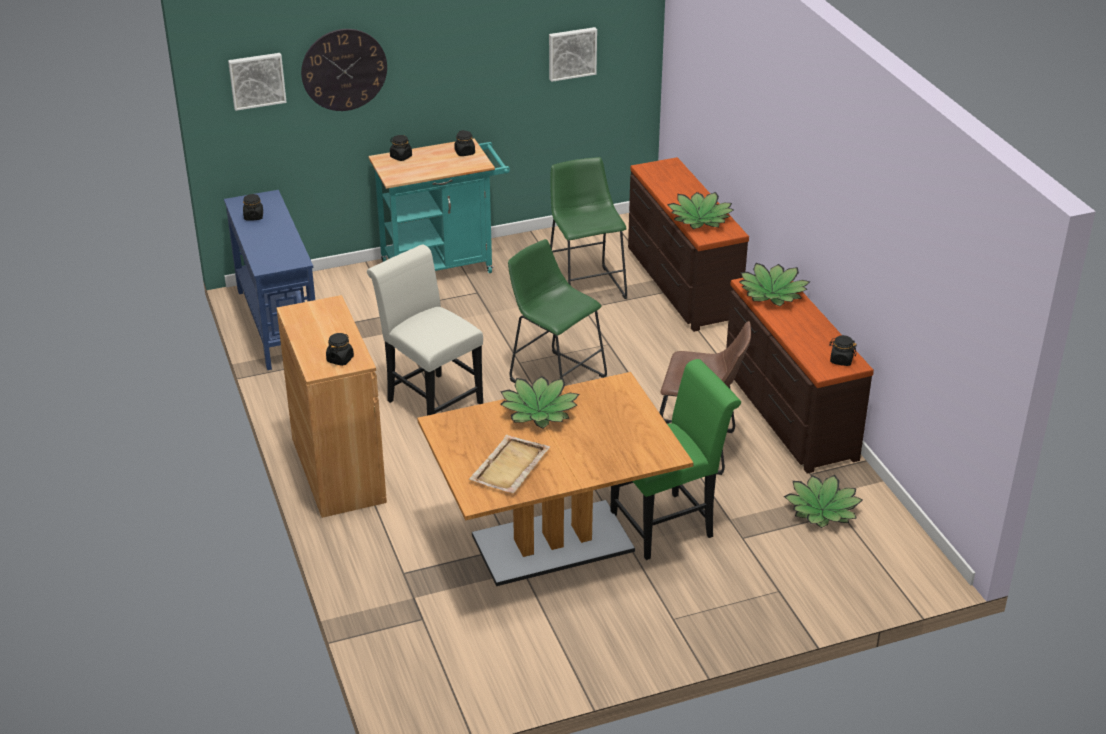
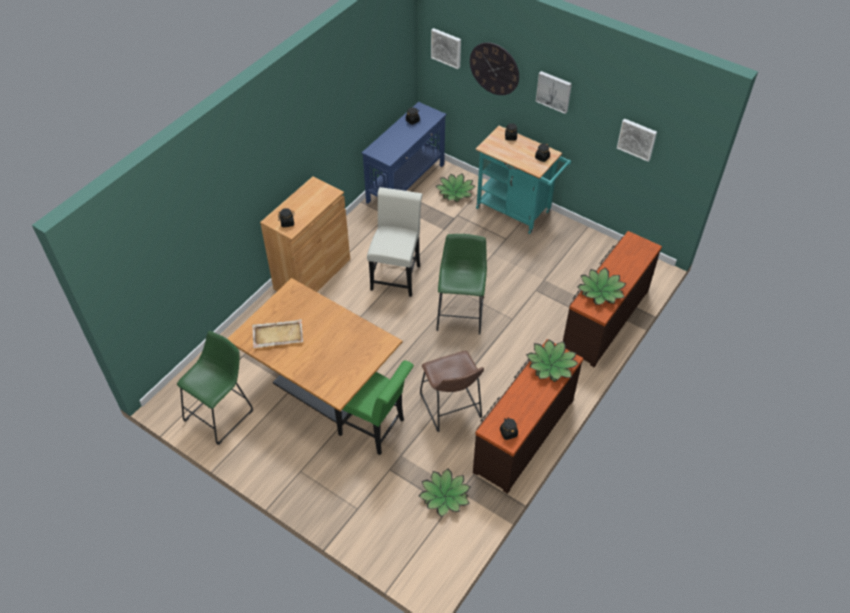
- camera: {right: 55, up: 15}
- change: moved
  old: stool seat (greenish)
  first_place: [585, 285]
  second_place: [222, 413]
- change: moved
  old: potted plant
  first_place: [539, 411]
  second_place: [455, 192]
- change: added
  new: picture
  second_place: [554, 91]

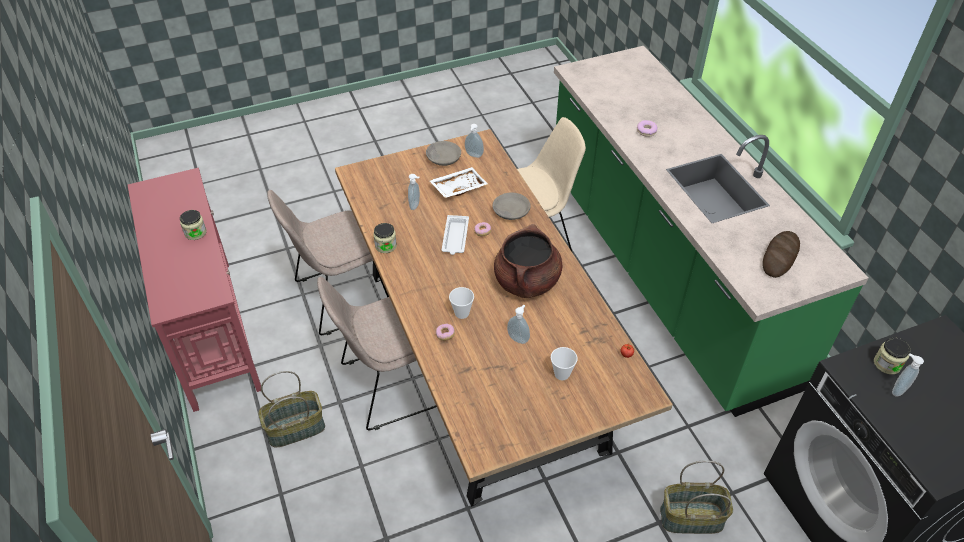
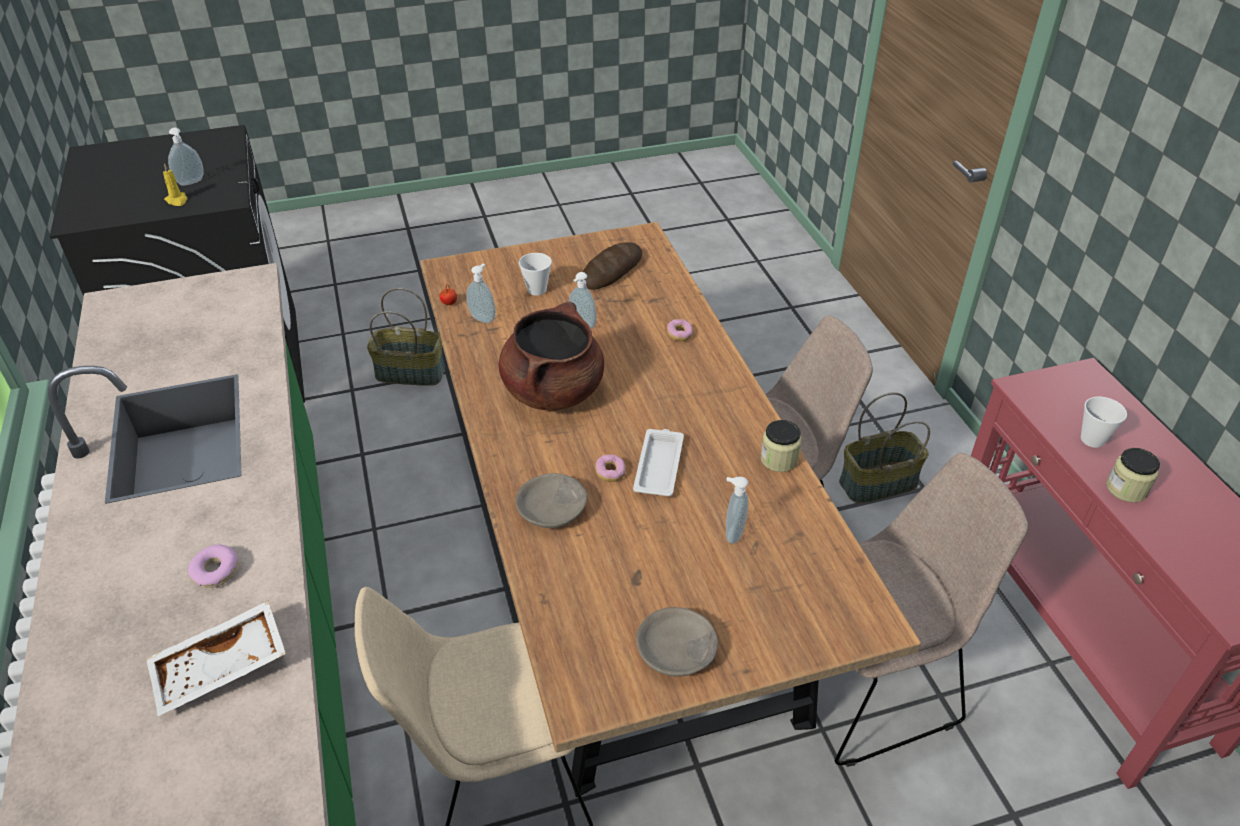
- camera: {right: -175, up: -5}
- change: moved
  old: carrying tray (whitish)
  first_place: [458, 187]
  second_place: [221, 669]
- change: replaced
  old: storage jar
  new: candle (yellow-coloured)
  first_place: [887, 364]
  second_place: [177, 200]
- change: moved
  old: soap bottle
  first_place: [473, 155]
  second_place: [483, 318]
- change: moved
  old: bread
  first_place: [780, 256]
  second_place: [612, 270]
- change: moved
  old: cup
  first_place: [462, 313]
  second_place: [1092, 439]

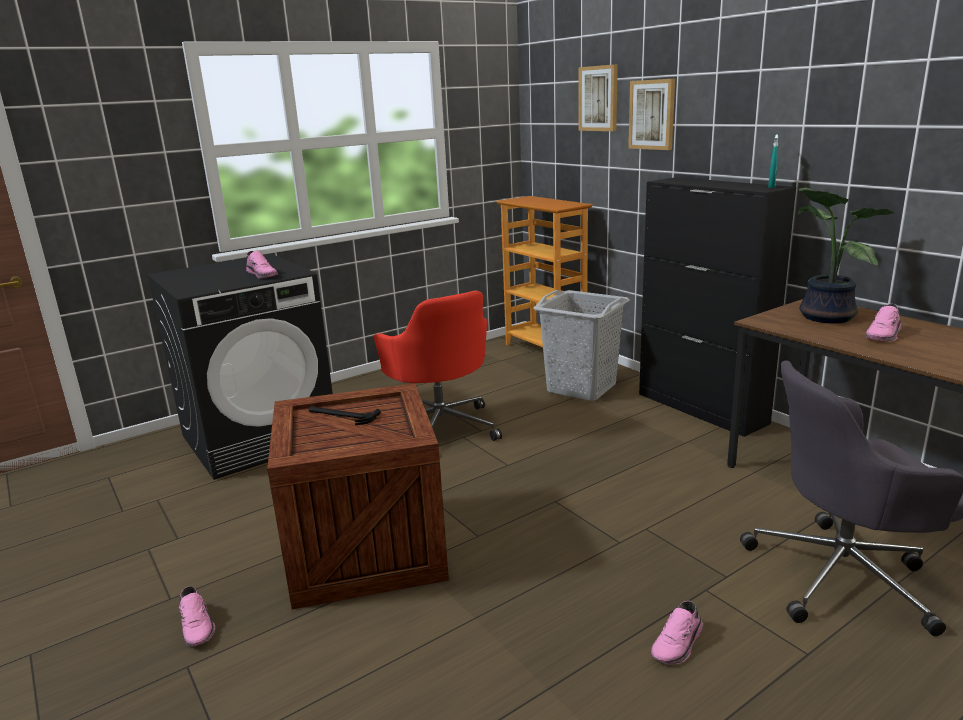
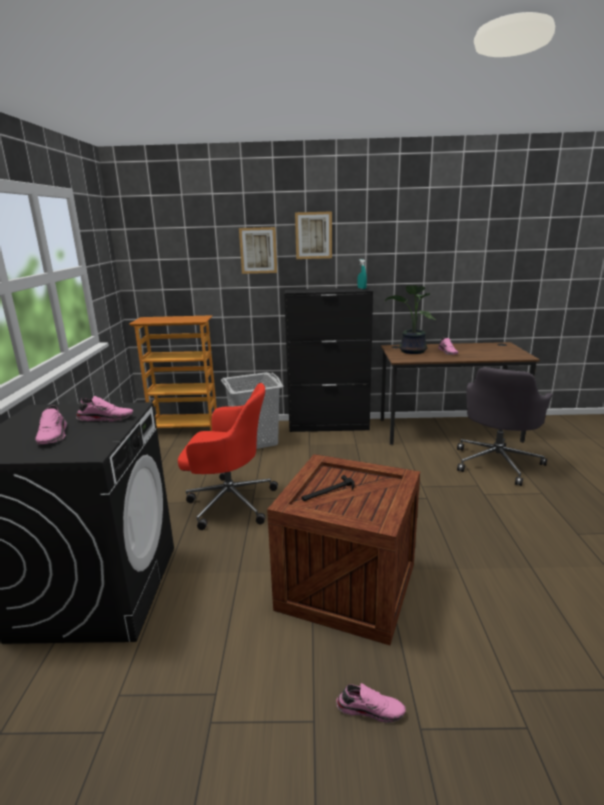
- camera: {right: -55, up: 0}
- change: moved
  old: low shoe (pink-coloured)
  first_place: [678, 644]
  second_place: [54, 435]
- change: moved
  old: picture
  first_place: [598, 98]
  second_place: [313, 235]

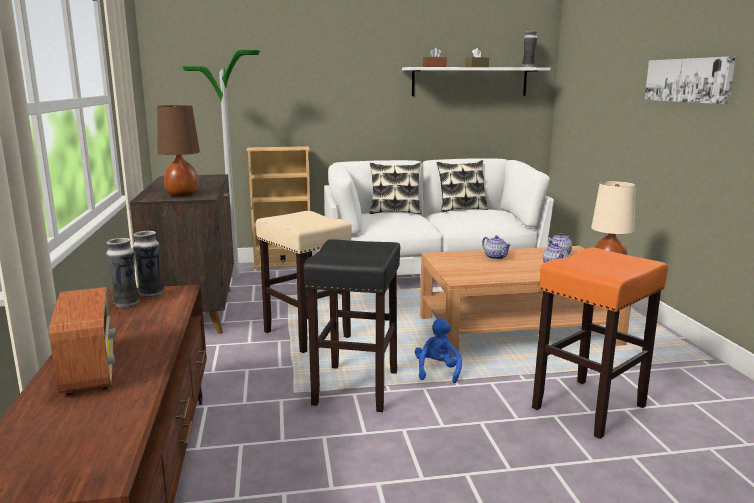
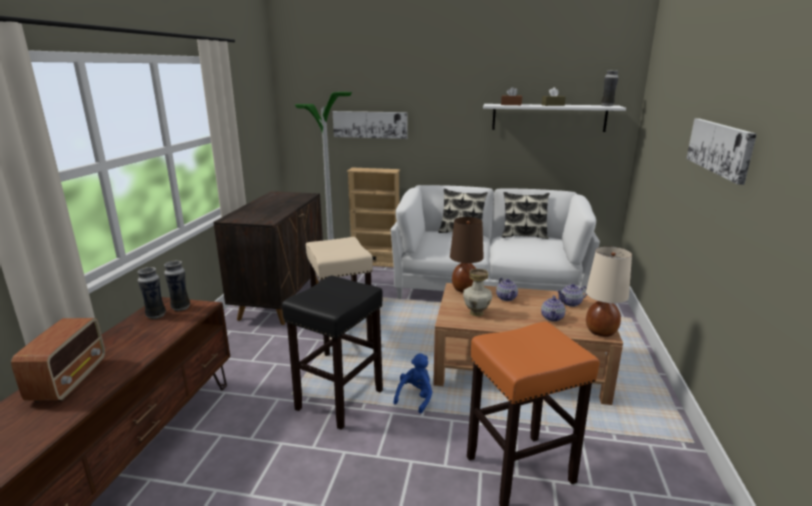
- camera: {right: 20, up: 5}
- change: added
  new: picture
  second_place: [370, 124]
- change: moved
  old: lamp for a table (brown-coloured)
  first_place: [182, 195]
  second_place: [464, 289]
- change: added
  new: vase
  second_place: [477, 313]

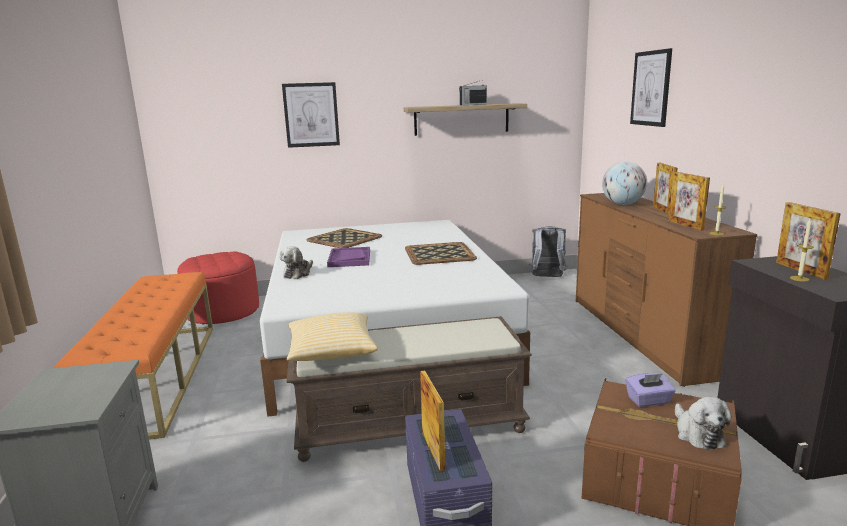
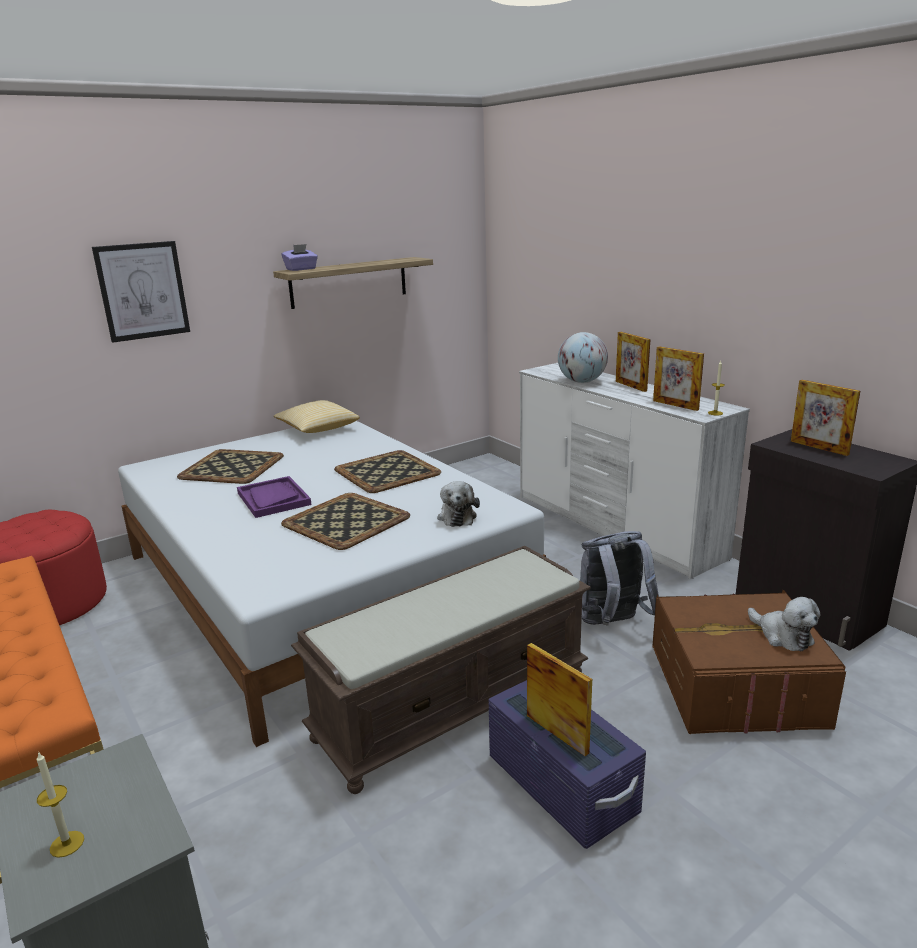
- camera: {right: -25, up: 5}
- change: moved
  old: candle
  first_place: [799, 278]
  second_place: [67, 844]
- change: moved
  old: pillow
  first_place: [331, 352]
  second_place: [317, 429]
- change: added
  new: carrying tray
  second_place: [346, 521]
- change: moved
  old: tissue holder (purple)
  first_place: [648, 401]
  second_place: [301, 269]
- change: moved
  old: soft toy
  first_place: [298, 273]
  second_place: [457, 516]
- change: recoloured
  old: drawer chest (brown-coloured)
  new: drawer chest (whitish)
  first_place: [641, 335]
  second_place: [615, 526]
- change: moved
  old: knapsack (grey)
  first_place: [547, 277]
  second_place: [612, 623]
- change: removed
  old: radio
  first_place: [472, 104]
- change: removed
  old: picture
  first_place: [651, 88]

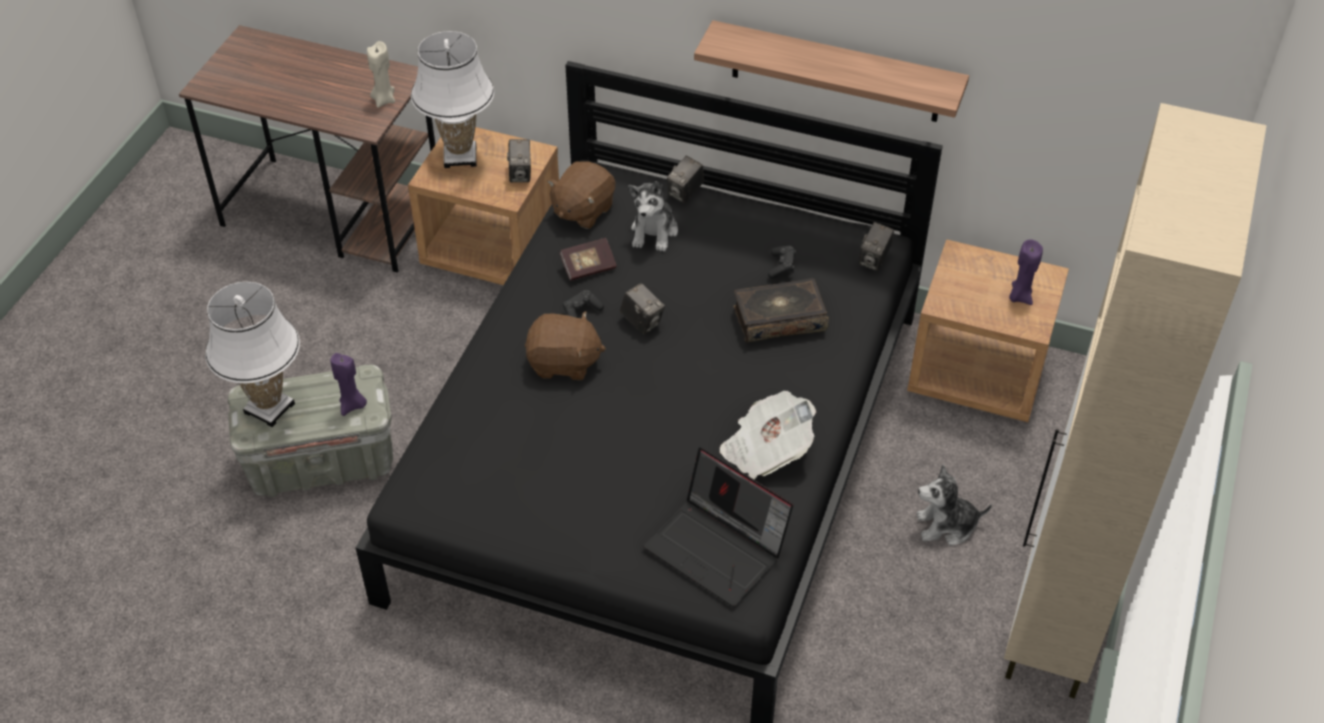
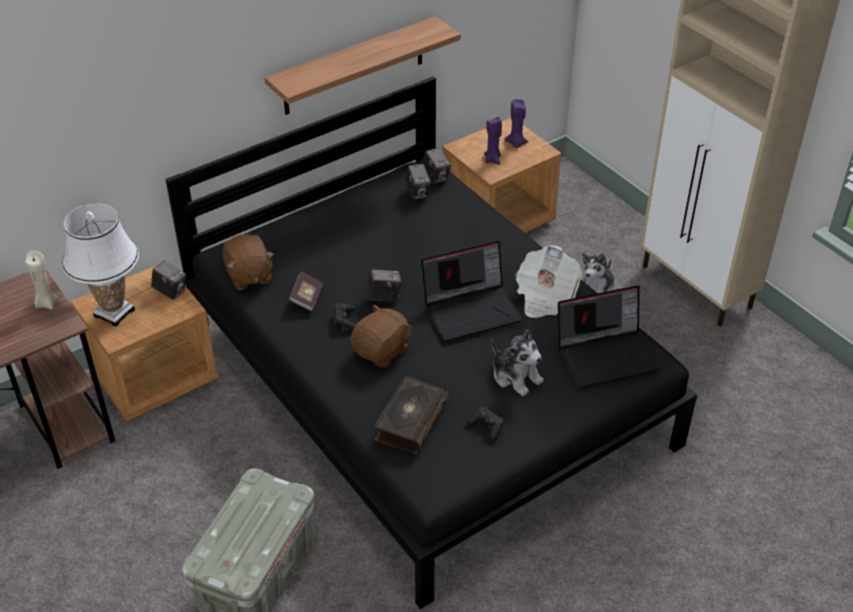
- camera: {right: -55, up: -5}
- change: moved
  old: bound book
  first_place: [779, 318]
  second_place: [410, 422]
- change: moved
  old: still camera
  first_place: [685, 193]
  second_place: [417, 193]
- change: added
  new: portable computer
  second_place: [472, 309]
- change: moved
  old: game controller (black-coloured)
  first_place: [781, 267]
  second_place: [486, 427]
- change: moved
  old: candle (purple)
  first_place: [352, 405]
  second_place: [493, 160]
- change: moved
  old: soft toy
  first_place: [654, 232]
  second_place: [516, 376]
- change: removed
  old: lamp for a table (whitish)
  first_place: [269, 408]

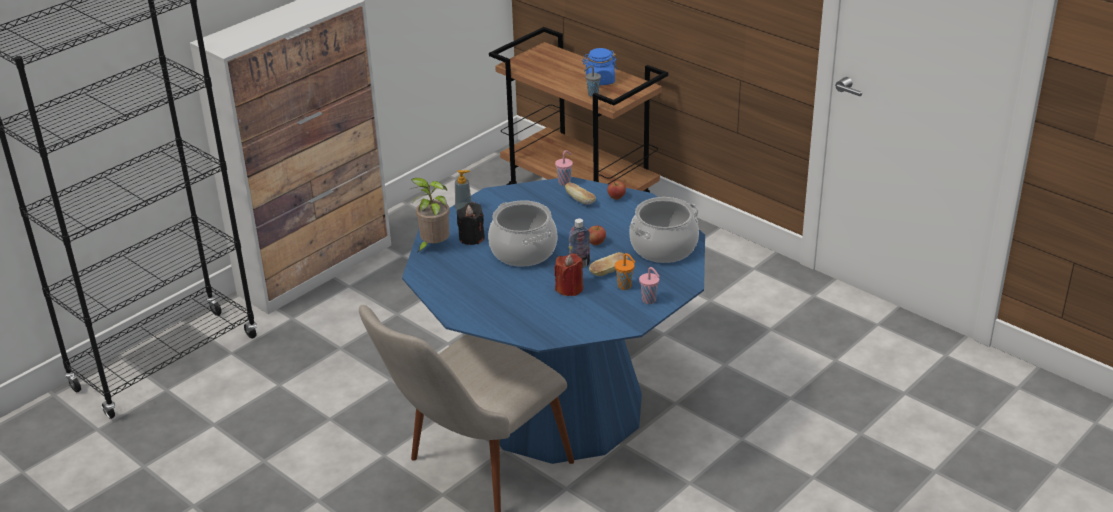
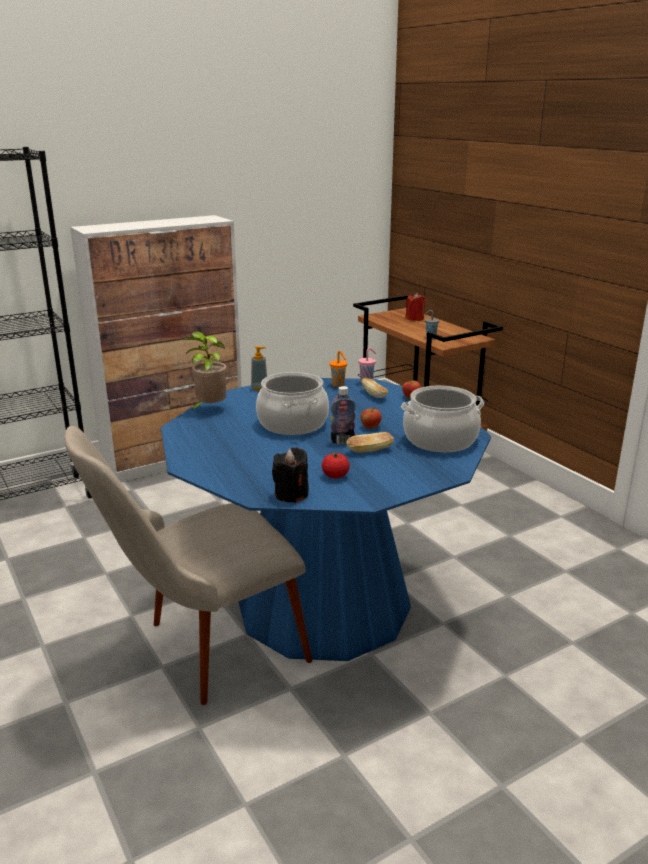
- camera: {right: 15, up: -10}
- change: moved
  old: candle (black-coloured)
  first_place: [471, 238]
  second_place: [291, 494]
- change: added
  new: whole tomato
  second_place: [335, 476]
- change: moved
  old: cup (orange)
  first_place: [625, 286]
  second_place: [338, 385]
- change: moved
  old: candle (red-coloured)
  first_place: [569, 288]
  second_place: [415, 319]
- change: removed
  old: storage jar (blue-coloured)
  first_place: [600, 81]
- change: removed
  old: cup (pink-coloured)
  first_place: [649, 300]

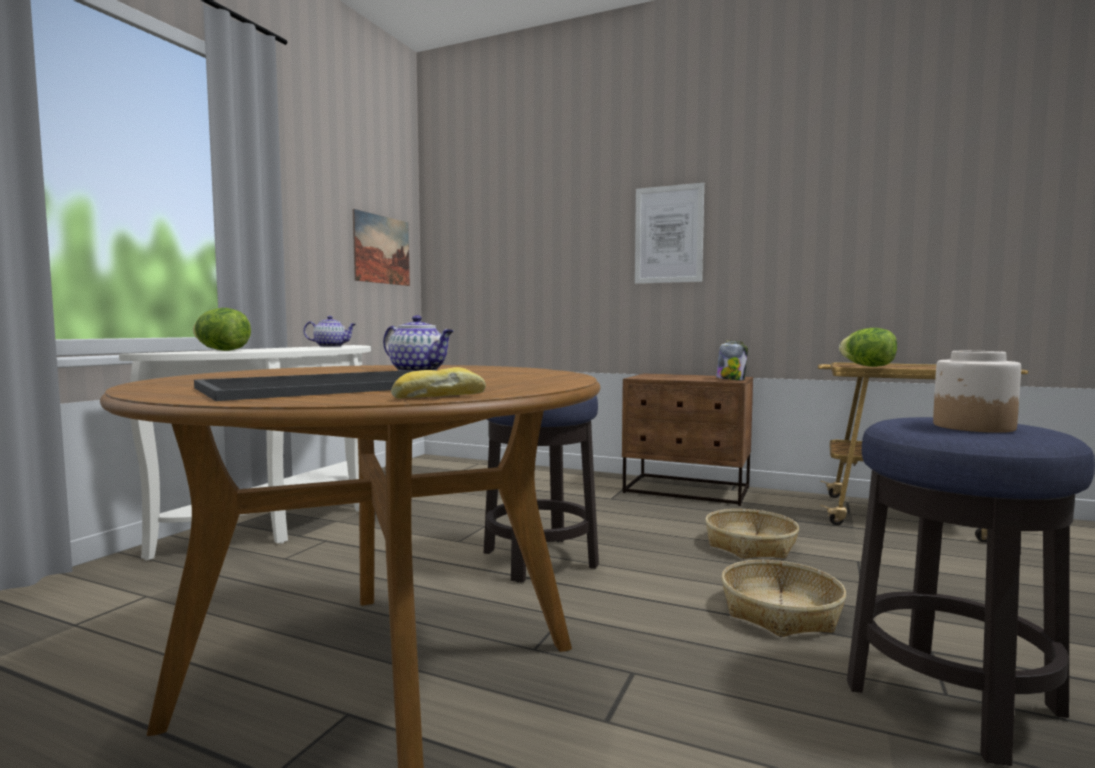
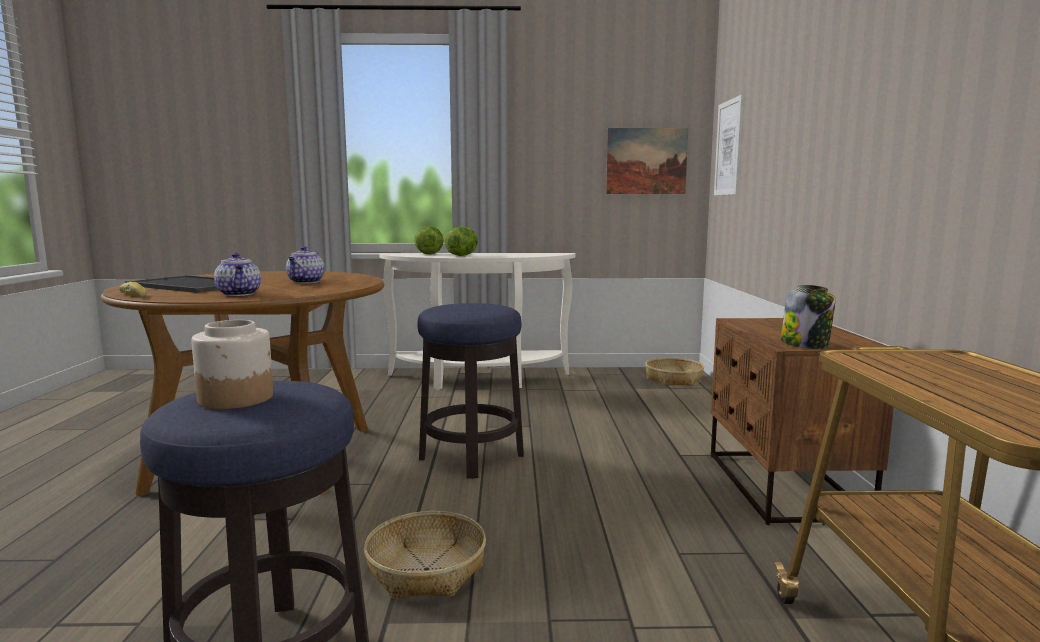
- camera: {right: 65, up: 5}
- change: moved
  old: pot for tea
  first_place: [331, 346]
  second_place: [239, 294]
- change: moved
  old: lettuce
  first_place: [868, 366]
  second_place: [462, 255]
- change: moved
  old: storage basket
  first_place: [750, 545]
  second_place: [673, 379]
- change: moved
  old: picture
  first_place: [668, 234]
  second_place: [728, 148]

